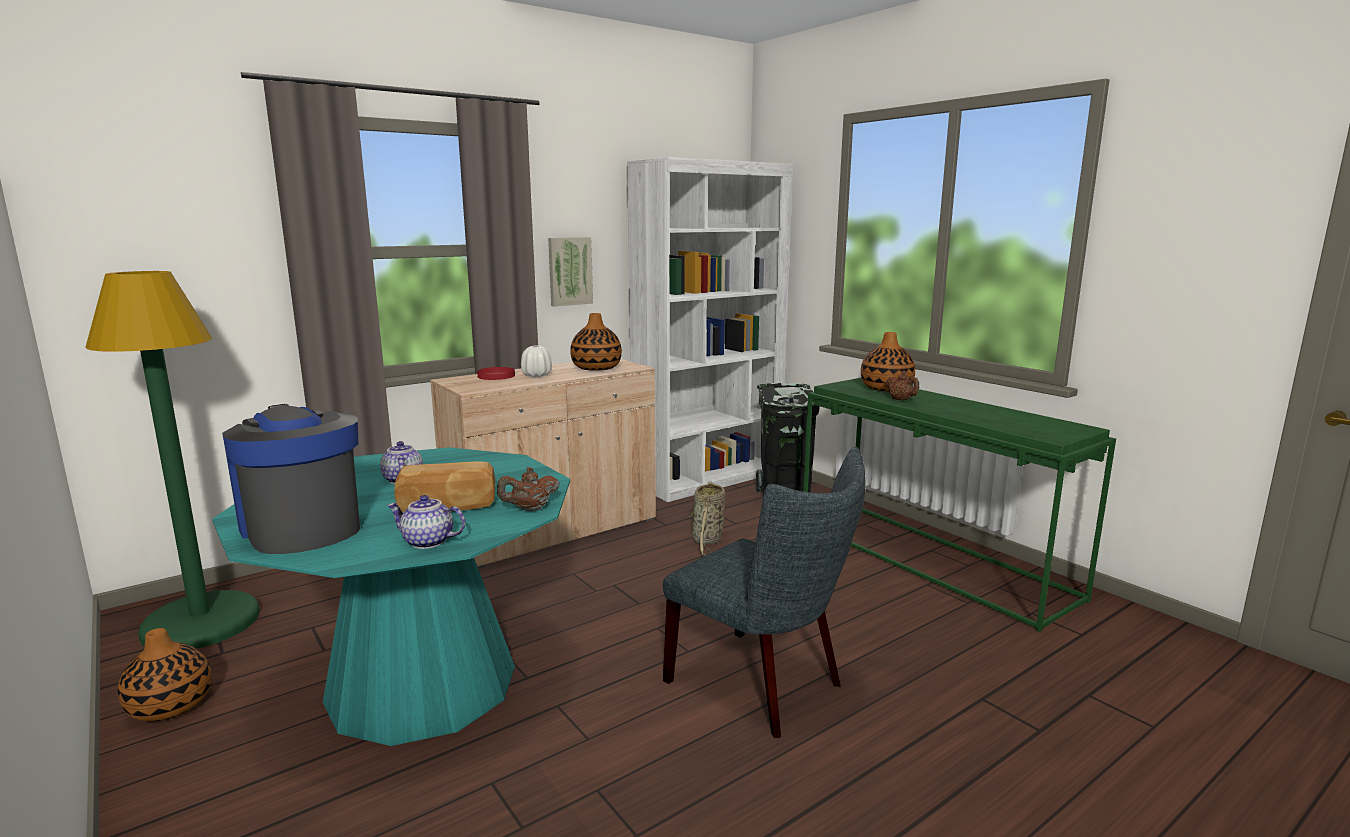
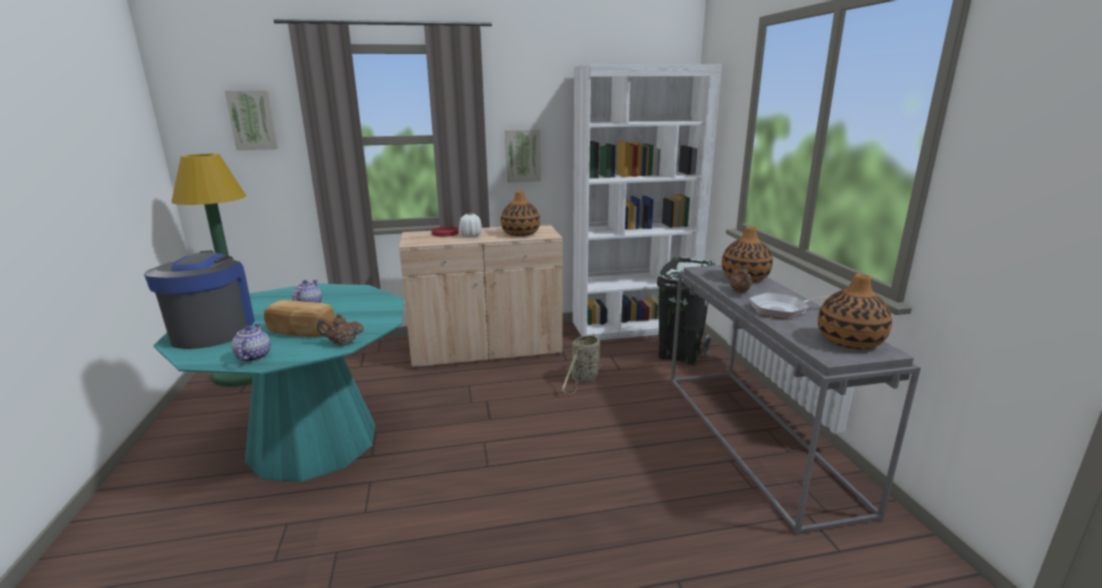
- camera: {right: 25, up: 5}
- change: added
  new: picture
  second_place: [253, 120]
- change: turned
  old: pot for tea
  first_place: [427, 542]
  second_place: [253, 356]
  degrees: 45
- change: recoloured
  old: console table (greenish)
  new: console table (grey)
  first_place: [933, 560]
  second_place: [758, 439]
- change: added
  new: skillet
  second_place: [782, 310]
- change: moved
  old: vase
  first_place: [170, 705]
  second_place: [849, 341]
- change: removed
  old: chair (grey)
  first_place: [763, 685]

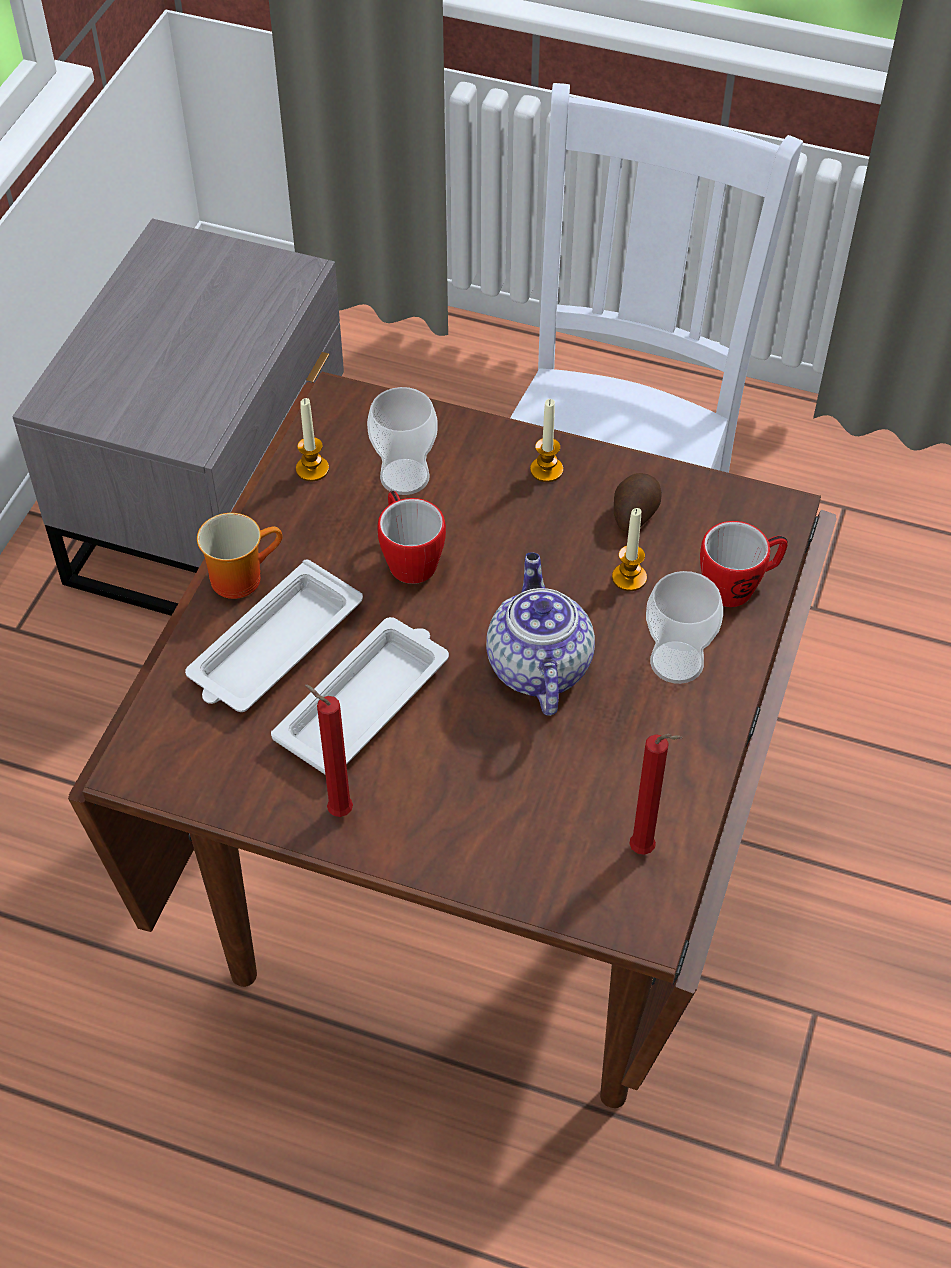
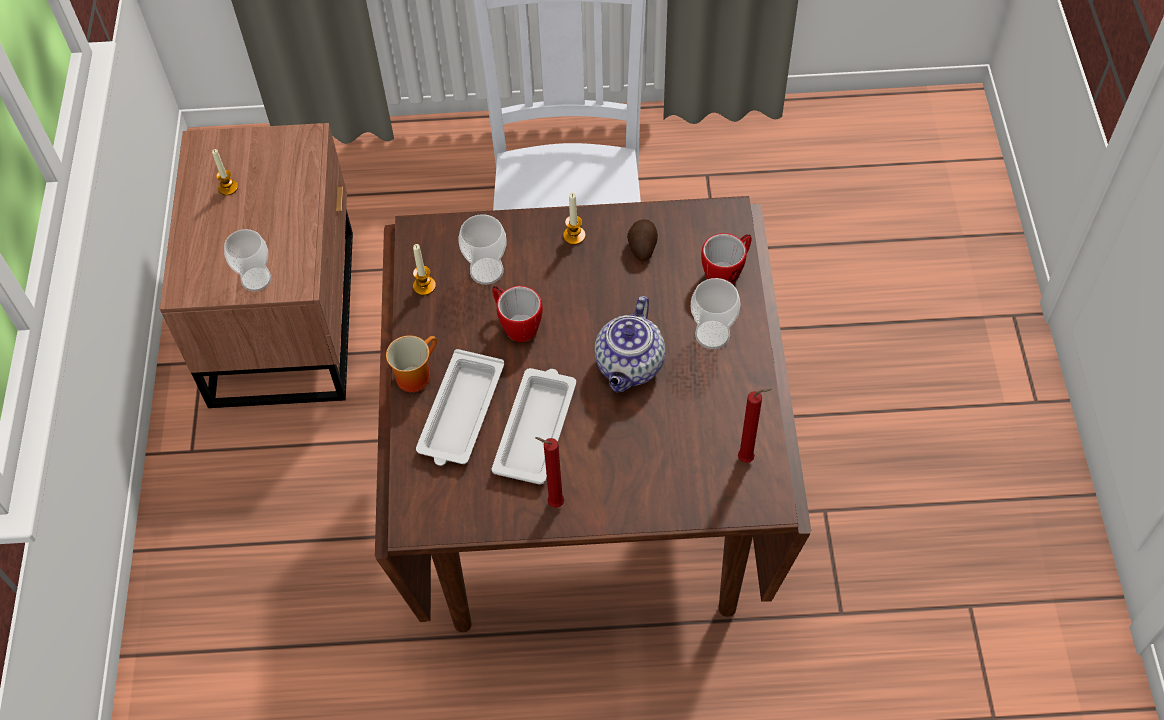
- camera: {right: -20, up: 5}
- change: recoloured
  old: nightstand (grey)
  new: nightstand (brown-coloured)
  first_place: [215, 505]
  second_place: [288, 314]
- change: moved
  old: candle
  first_place: [629, 578]
  second_place: [228, 188]
- change: added
  new: cup
  second_place: [256, 279]
- change: turned
  old: pot for tea
  first_place: [537, 665]
  second_place: [630, 367]
  degrees: -135

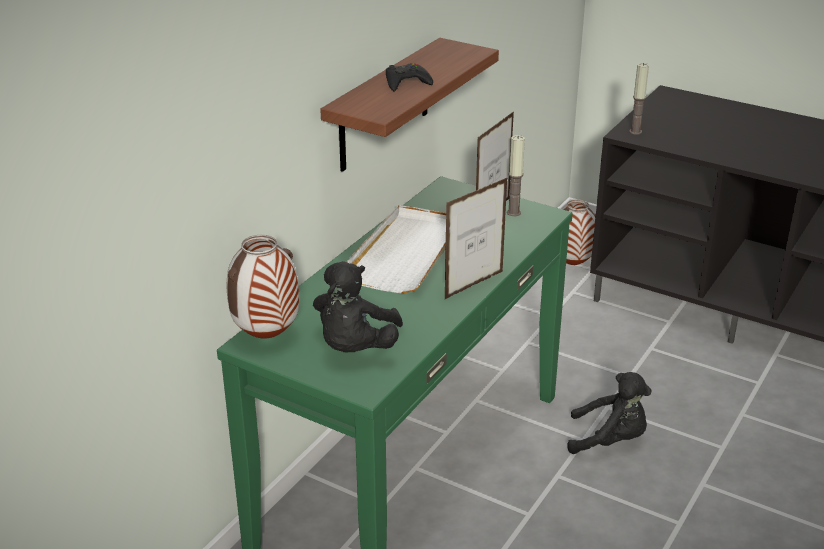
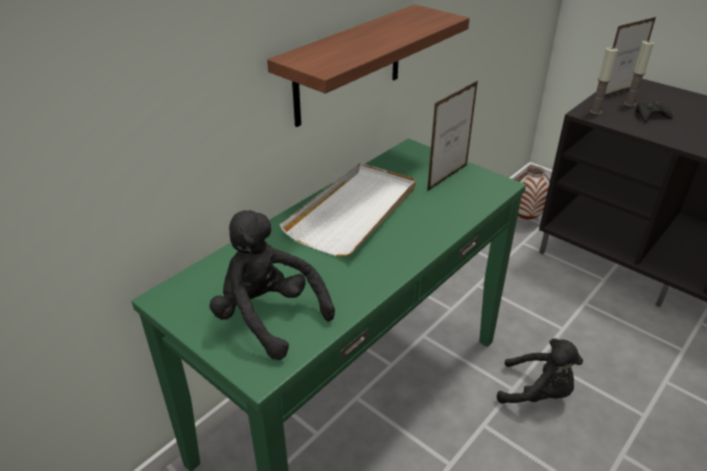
- camera: {right: 10, up: 5}
- change: turned
  old: soft toy (black-coloured)
  first_place: [355, 348]
  second_place: [268, 317]
  degrees: 105
- change: moved
  old: photo frame
  first_place: [474, 285]
  second_place: [617, 93]
- change: moved
  old: candle
  first_place: [514, 213]
  second_place: [629, 104]
- change: moved
  old: game controller (black-coloured)
  first_place: [406, 82]
  second_place: [651, 115]
- change: removed
  old: vase
  first_place: [266, 337]

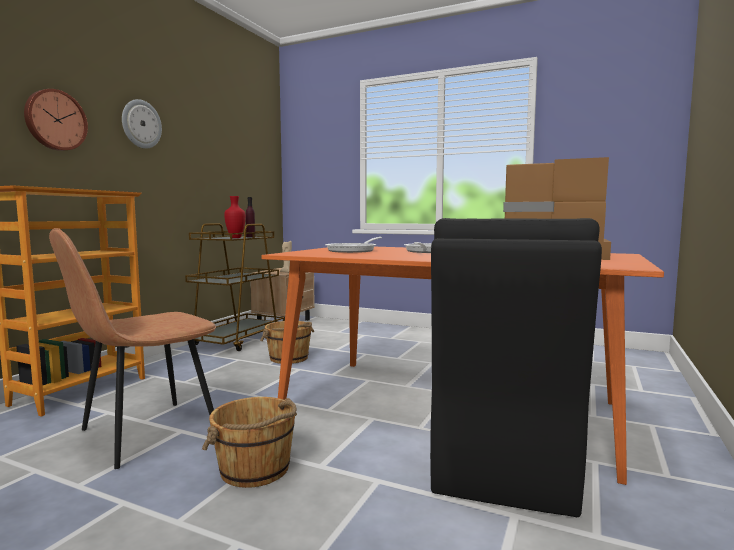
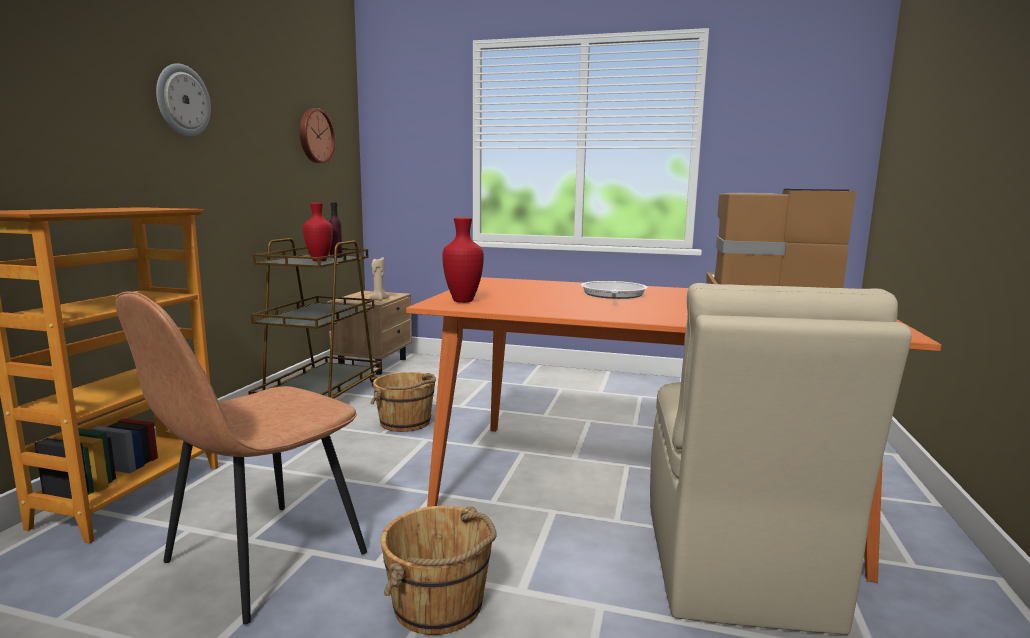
- camera: {right: -10, up: 5}
- change: moved
  old: clock on the wall
  first_place: [55, 120]
  second_place: [315, 136]
- change: added
  new: vase (red-coloured)
  second_place: [463, 301]
- change: recoloured
  old: chair (black-coloured)
  new: chair (beige)
  first_place: [502, 464]
  second_place: [734, 566]
- change: removed
  old: skillet
  first_place: [354, 250]

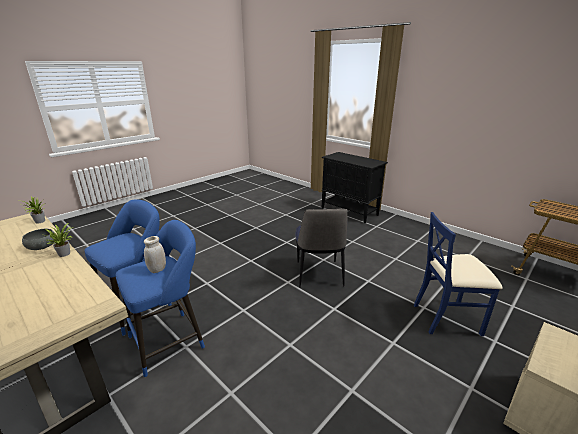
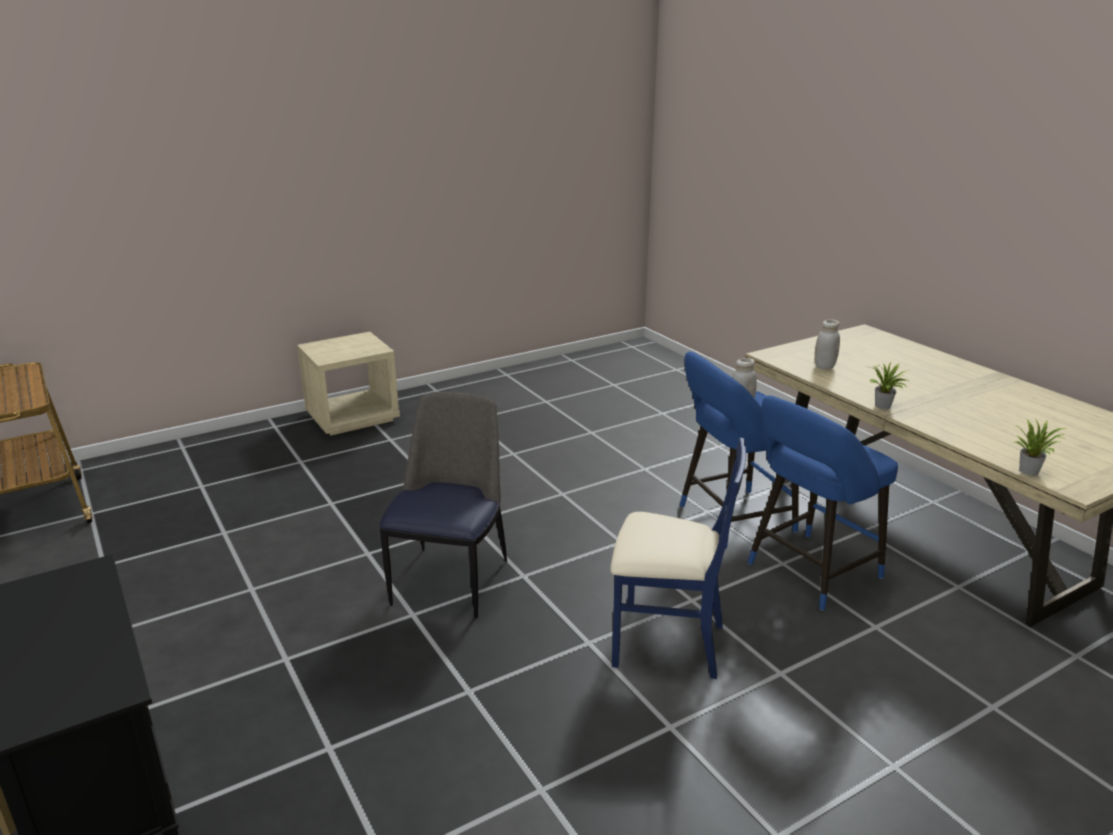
- camera: {right: -165, up: 0}
- change: moved
  old: chair (blue-coloured)
  first_place: [447, 318]
  second_place: [666, 643]
- change: added
  new: storage jar (whitish)
  second_place: [824, 366]
- change: removed
  old: serving bowl (grey)
  first_place: [42, 246]

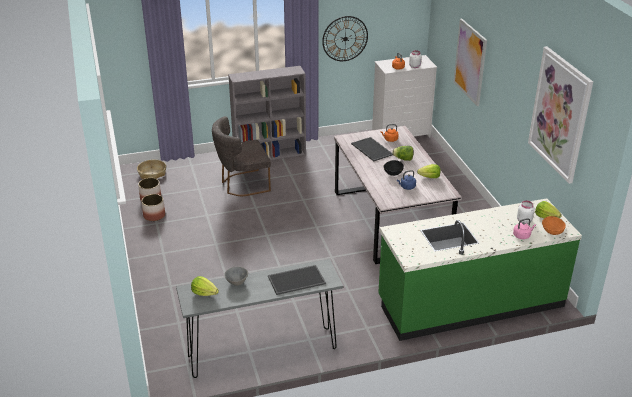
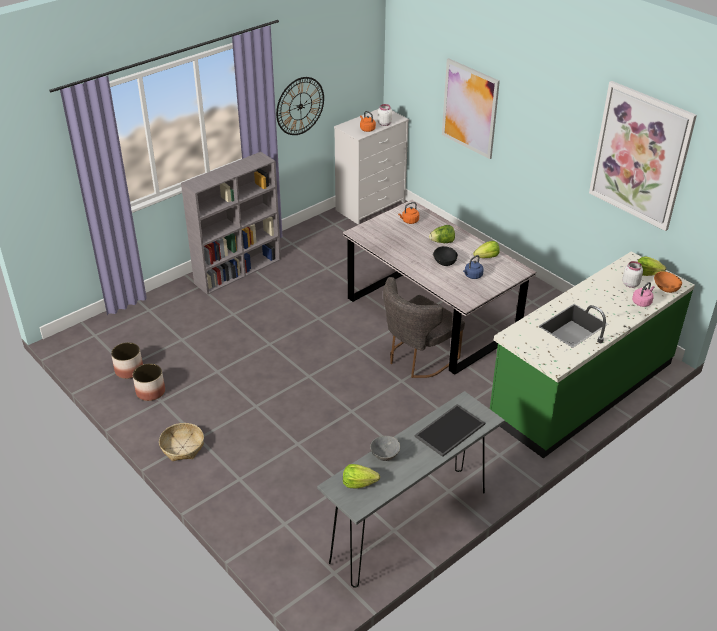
- camera: {right: -25, up: 5}
- change: moved
  old: storage basket
  first_place: [152, 173]
  second_place: [182, 447]
- change: moved
  old: chair (grey)
  first_place: [242, 184]
  second_place: [417, 359]
- change: removed
  old: carrying tray
  first_place: [372, 149]

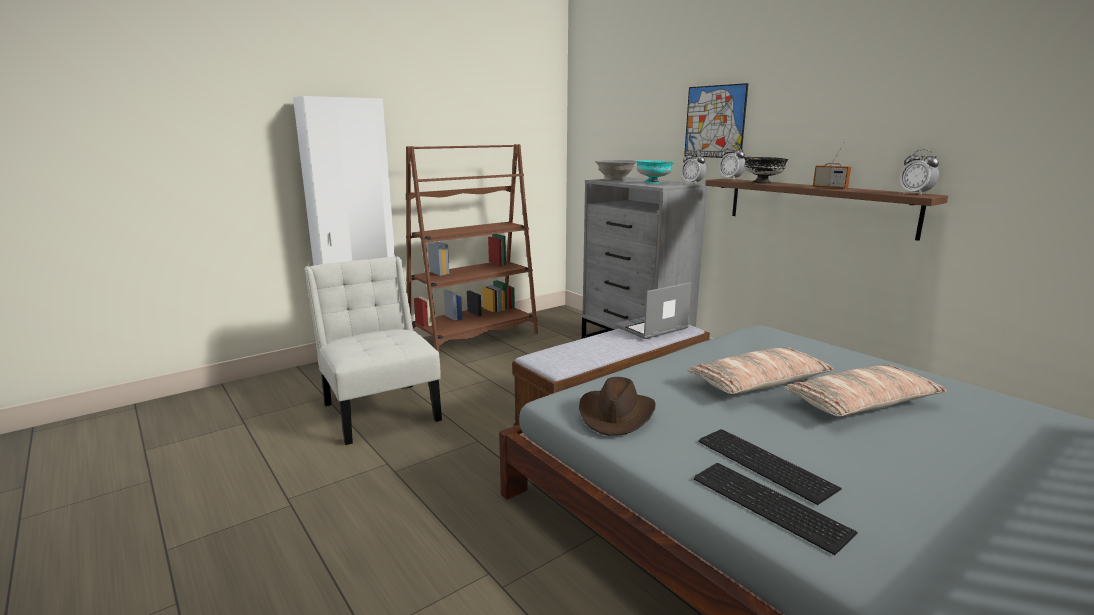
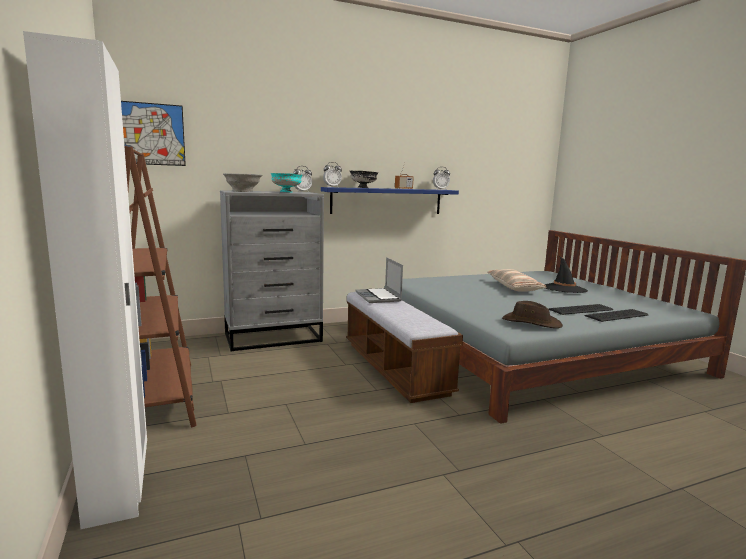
- camera: {right: -75, up: -5}
- change: moved
  old: picture
  first_place: [715, 121]
  second_place: [152, 134]
- change: recoloured
  old: bracket shelf (brown-coloured)
  new: bracket shelf (blue-coloured)
  first_place: [817, 206]
  second_place: [387, 201]
- change: added
  new: clothing hat (black-coloured)
  second_place: [563, 289]
- change: removed
  old: chair (whitish)
  first_place: [380, 409]
- change: removed
  old: pillow
  first_place: [760, 384]

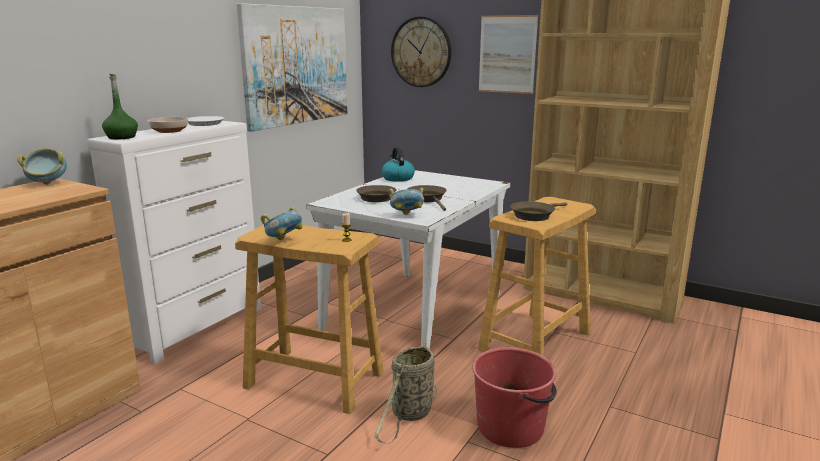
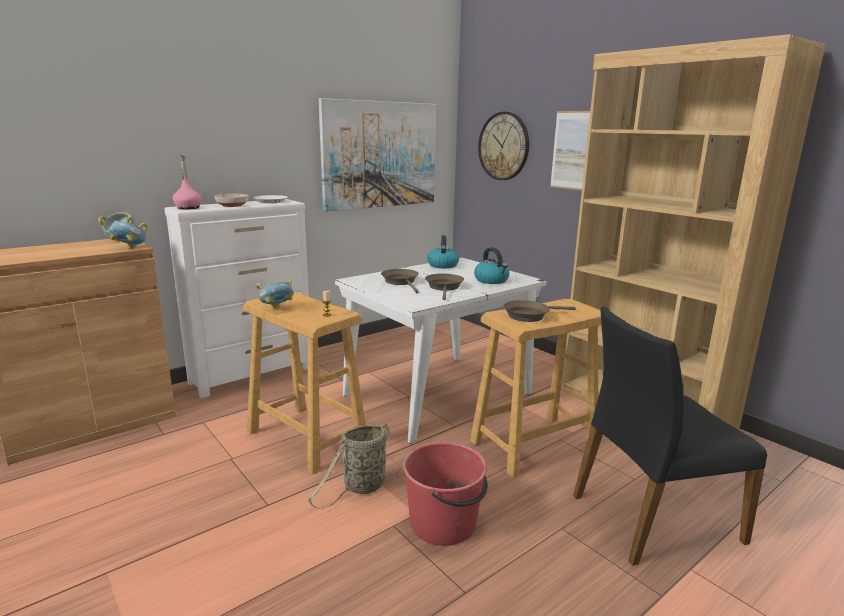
- camera: {right: 20, up: 0}
- change: moved
  old: serving bowl
  first_place: [407, 215]
  second_place: [130, 248]
- change: recoloured
  old: beverage bottle (greenish)
  new: beverage bottle (pink-coloured)
  first_place: [122, 137]
  second_place: [188, 208]
- change: added
  new: water kettle
  second_place: [492, 280]
- change: added
  new: chair (black-coloured)
  second_place: [652, 516]

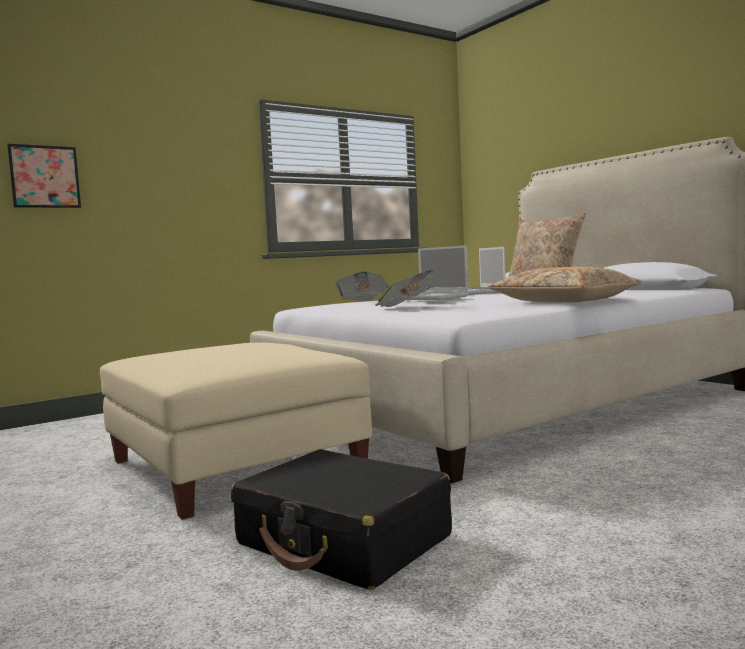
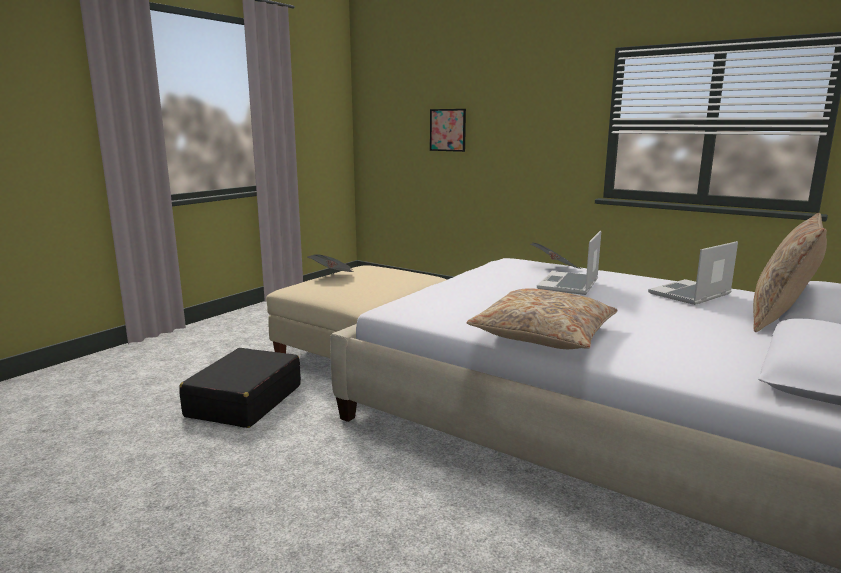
- camera: {right: 70, up: 10}
- change: moved
  old: printed paper
  first_place: [407, 307]
  second_place: [333, 276]

